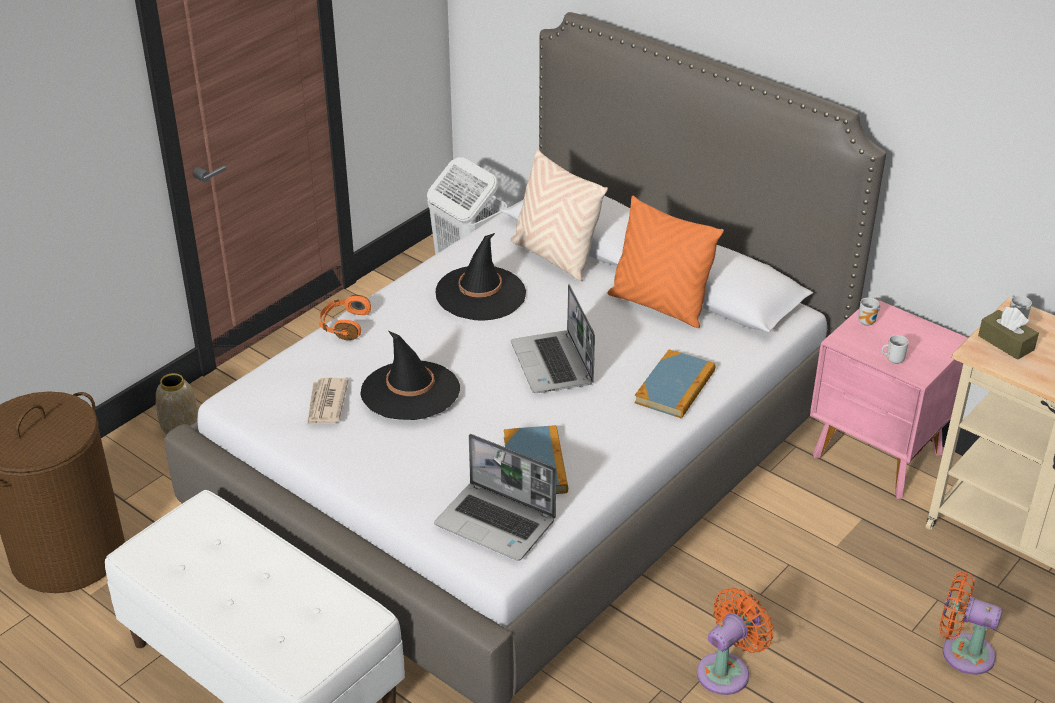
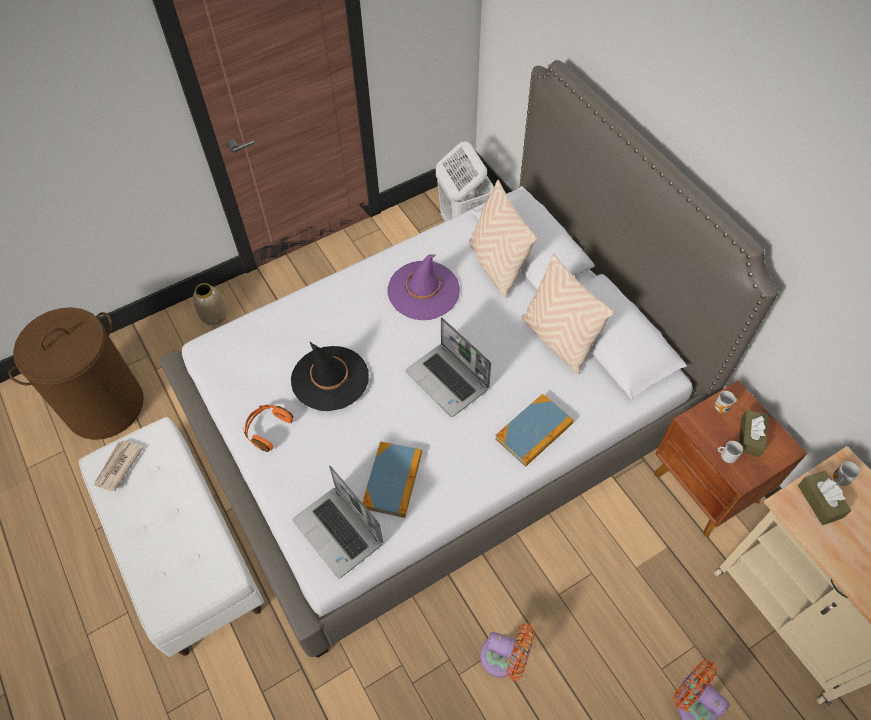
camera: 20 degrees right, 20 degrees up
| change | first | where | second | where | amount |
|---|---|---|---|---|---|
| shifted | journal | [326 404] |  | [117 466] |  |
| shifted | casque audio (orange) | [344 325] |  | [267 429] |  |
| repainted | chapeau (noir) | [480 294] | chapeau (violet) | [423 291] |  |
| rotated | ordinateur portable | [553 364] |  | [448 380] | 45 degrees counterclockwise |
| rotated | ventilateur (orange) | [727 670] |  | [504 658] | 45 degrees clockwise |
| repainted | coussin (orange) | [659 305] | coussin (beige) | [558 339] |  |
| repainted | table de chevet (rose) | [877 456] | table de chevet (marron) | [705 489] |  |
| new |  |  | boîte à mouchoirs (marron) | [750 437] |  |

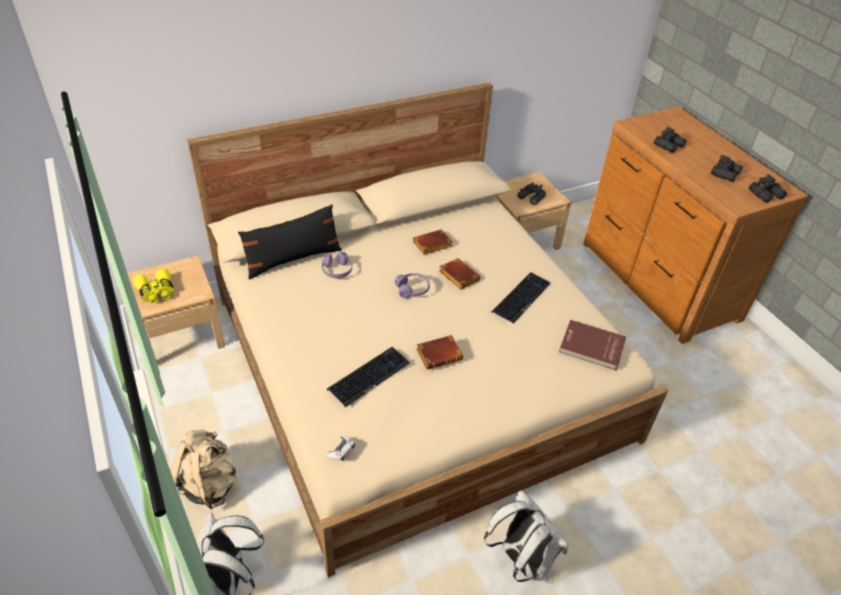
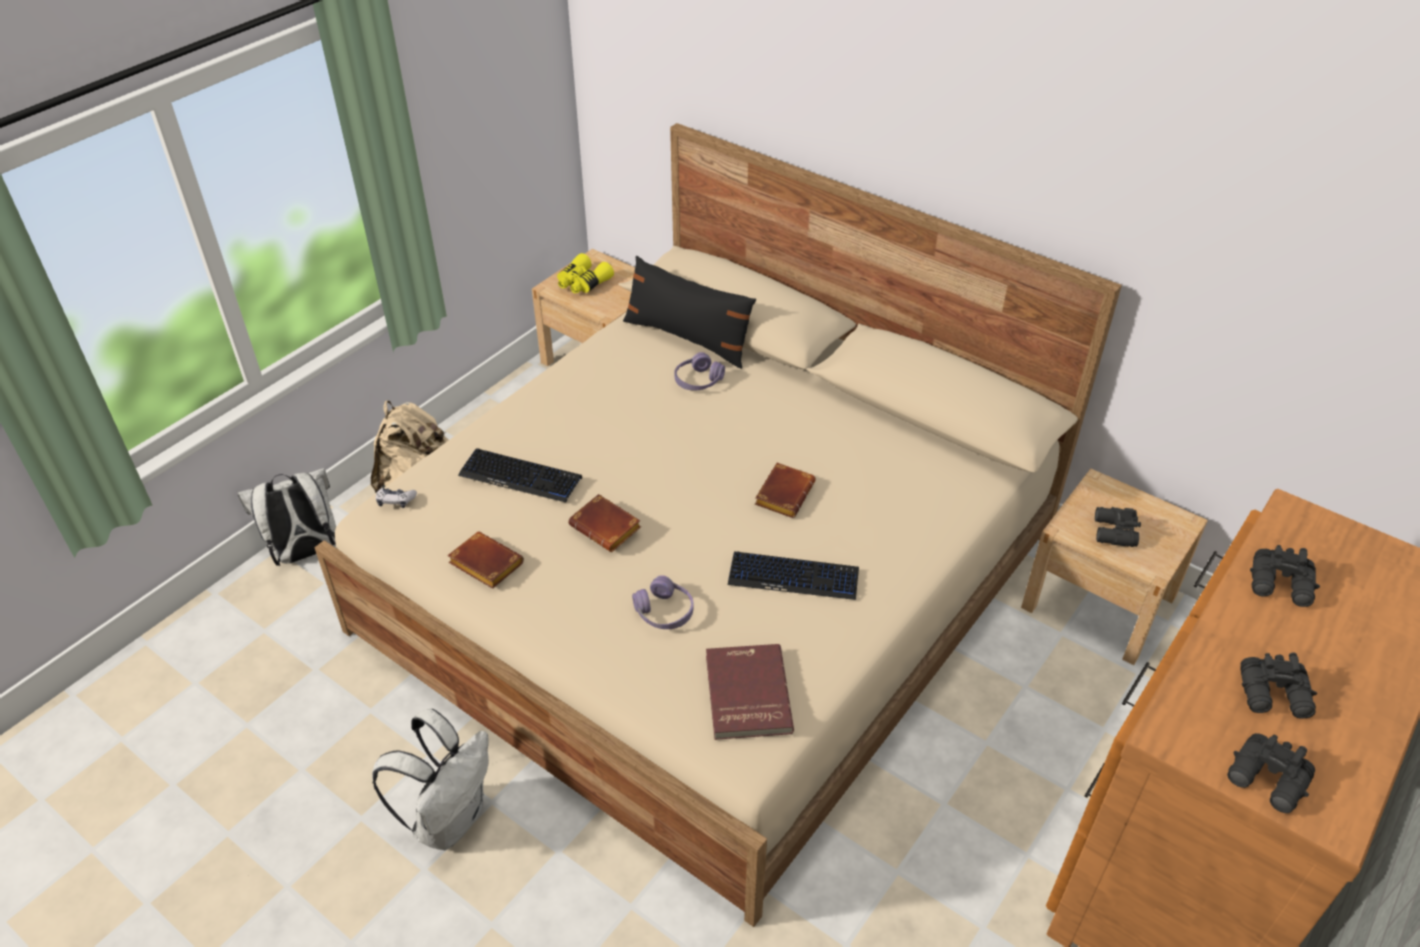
camera: 65 degrees right, 0 degrees up
| change | first | where | second | where | amount |
|---|---|---|---|---|---|
| shifted | livre (marron) | [432 245] |  | [483 564] |  |
| shifted | casque audio (violet) | [412 289] |  | [664 612] |  |

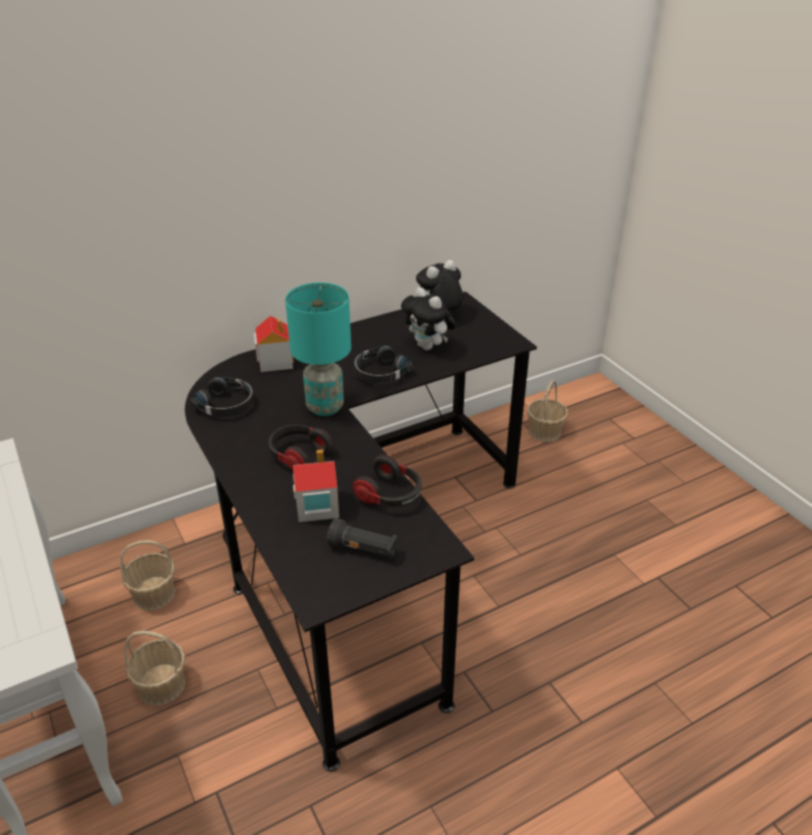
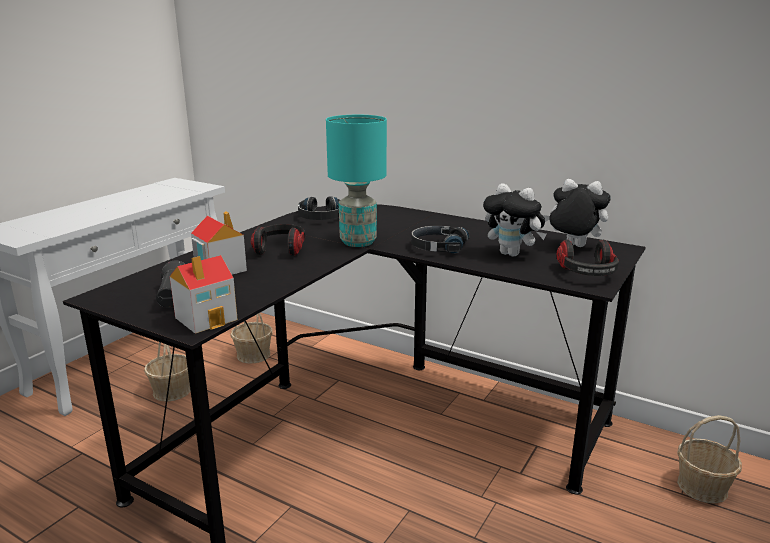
camera: 60 degrees right, 15 degrees down
| change | first | where | second | where | amount |
|---|---|---|---|---|---|
| shifted | maison miniature | [275 361] |  | [207 318] |  |
| rotated | peluche | [428 347] |  | [512 254] | 75 degrees counterclockwise |
| shifted | casque audio | [390 495] |  | [587 274] |  |

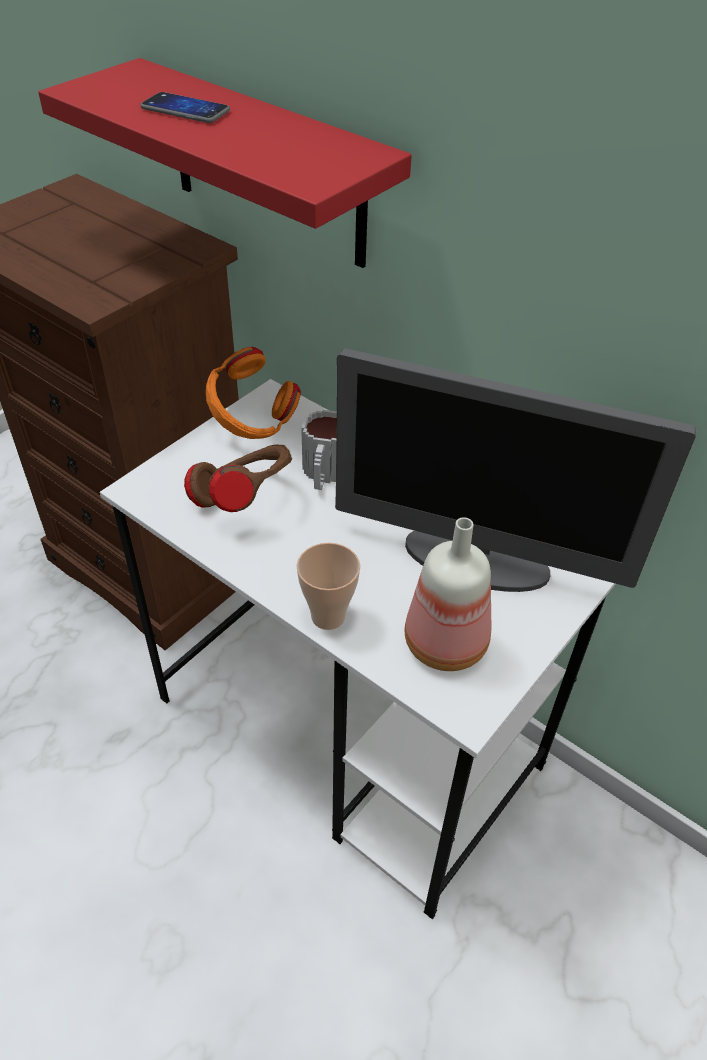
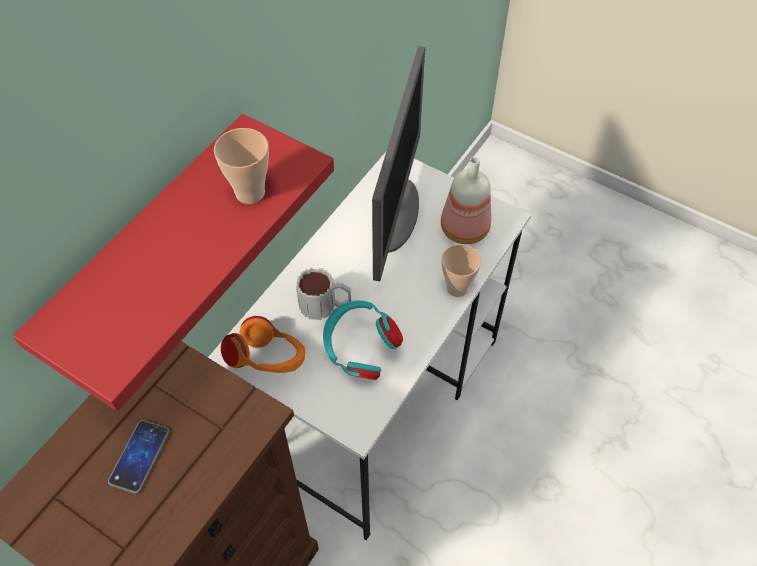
camera: 95 degrees left, 10 degrees up
| change | first | where | second | where | amount |
|---|---|---|---|---|---|
| shifted | téléphone | [185 110] |  | [140 457] |  |
| new |  |  | tasse | [250 193] |  |
| repainted | casque audio (marron) | [244 500] | casque audio (turquoise) | [359 352] |  |

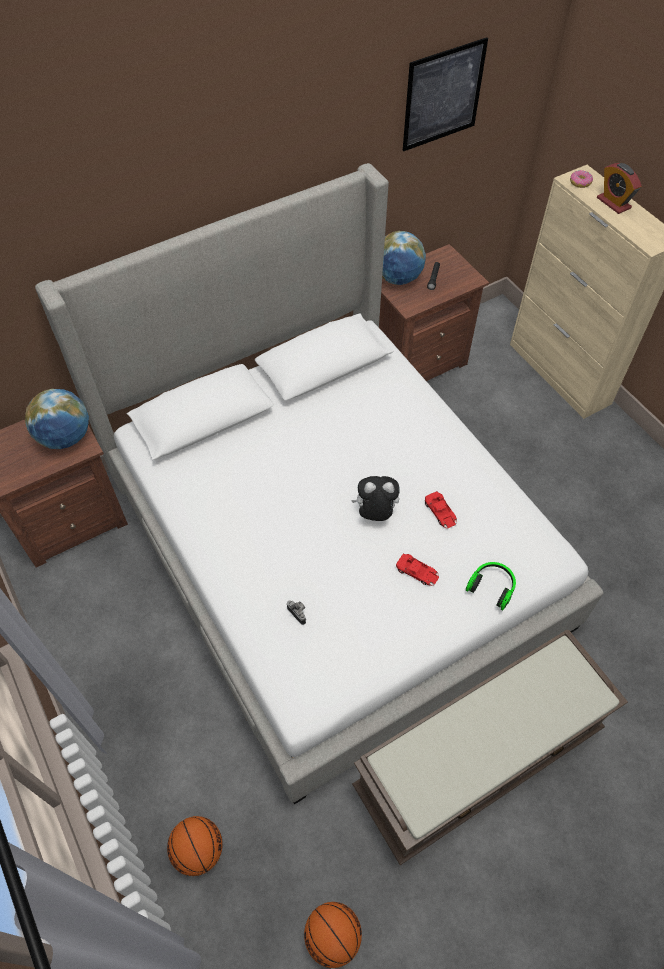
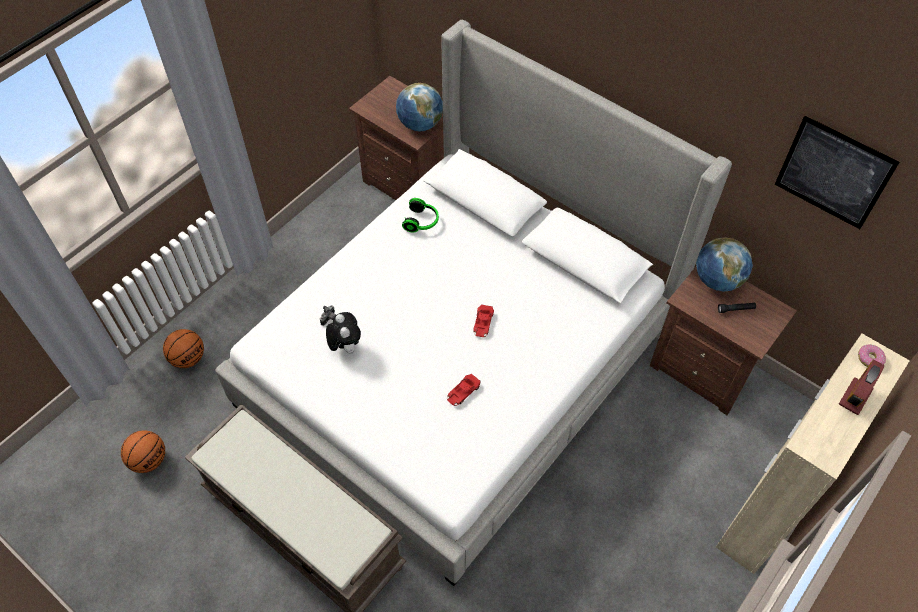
camera: 70 degrees right, 0 degrees up
| change | first | where | second | where | amount |
|---|---|---|---|---|---|
| shifted | peluche | [375 513] |  | [345 346] |  |
| shifted | casque audio | [492 587] |  | [422 221] |  |
| shifted | petite voiture (rouge) | [417 572] |  | [483 323] |  |

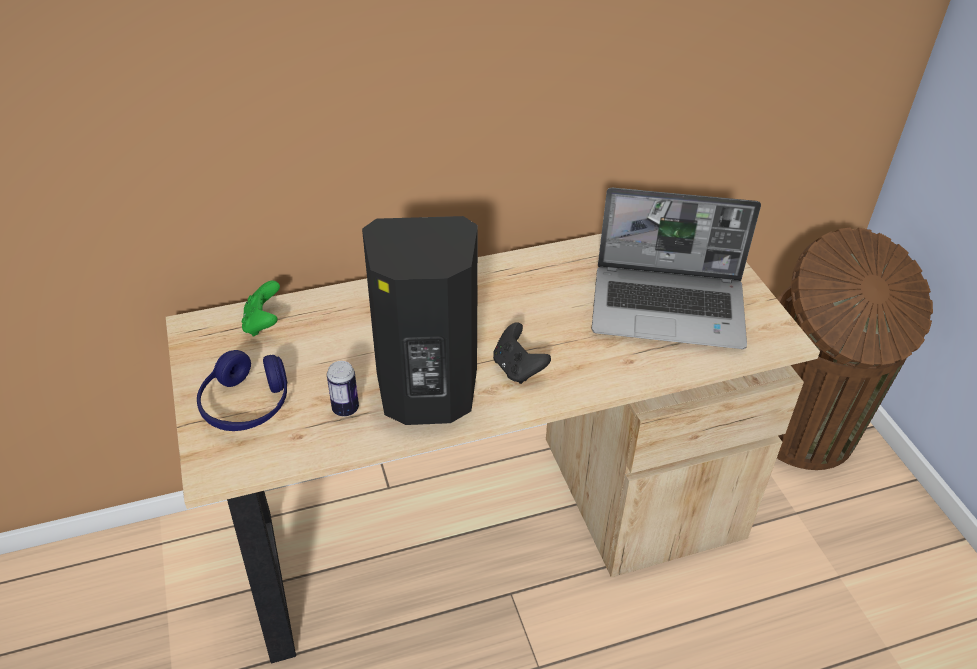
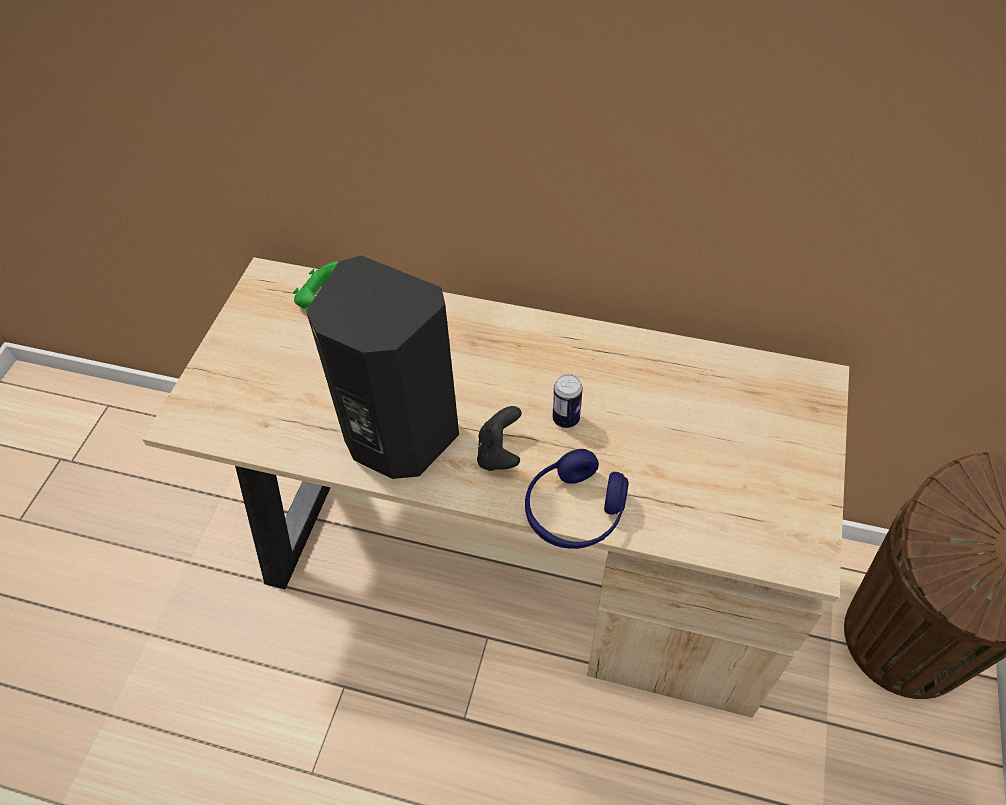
camera: 35 degrees right, 10 degrees up
| change | first | where | second | where | amount |
|---|---|---|---|---|---|
| shifted | casque audio (bleu) | [246 404] |  | [574 511] |  |
| shifted | boîte métallique | [345 409] |  | [566 419] |  |
| gone | ordinateur portable | [670 308] |  |  |  |

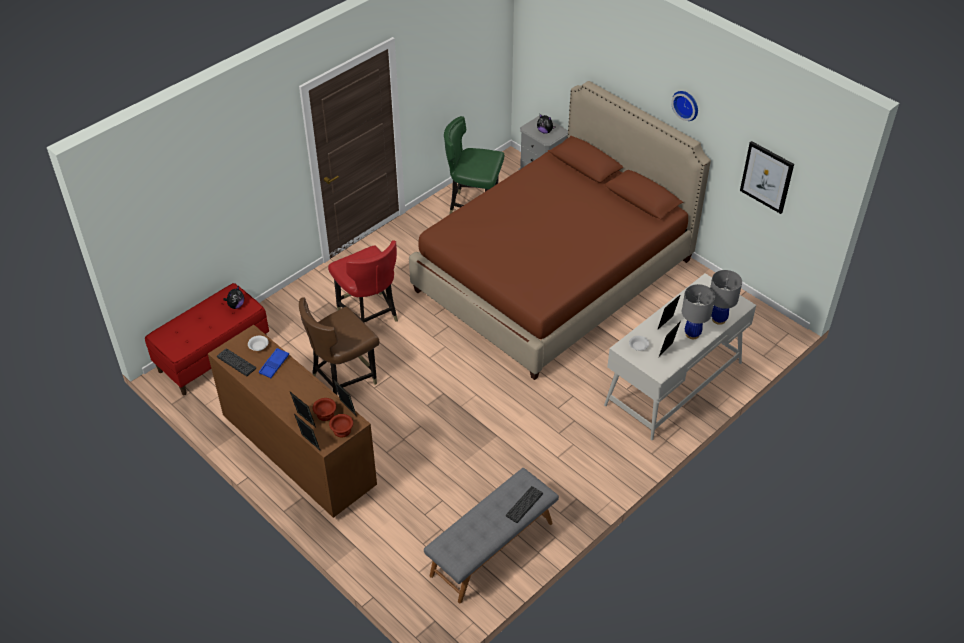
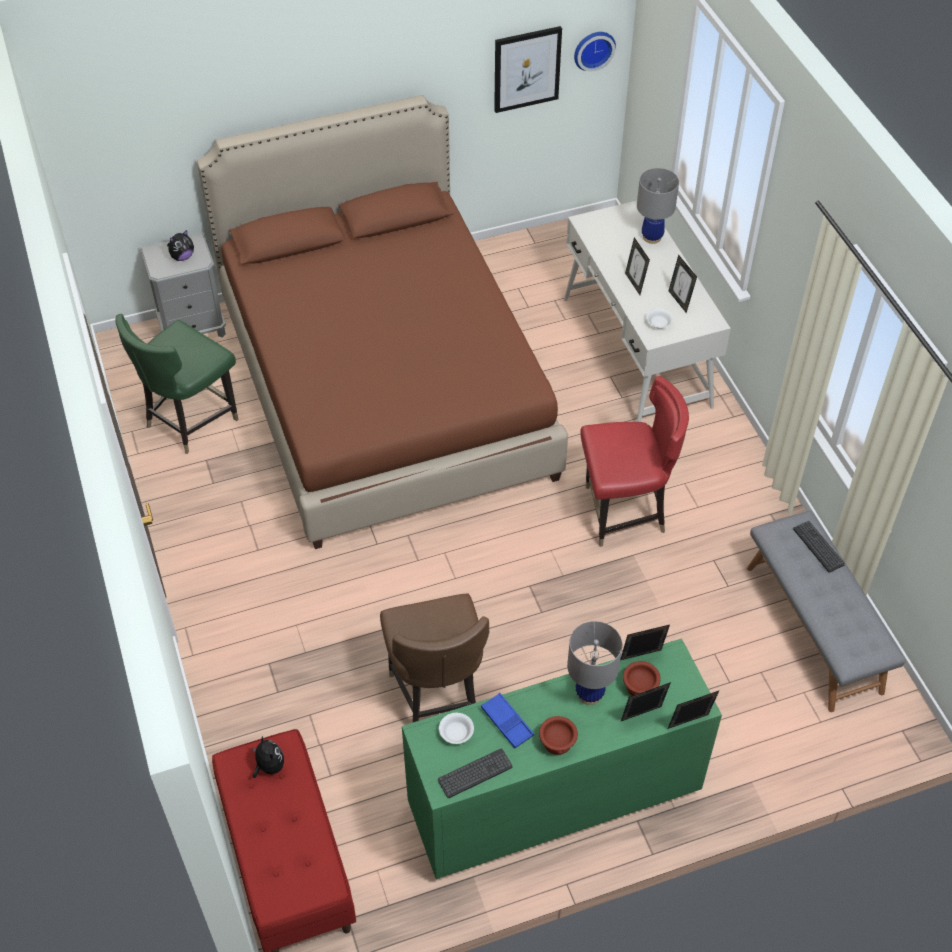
camera: 65 degrees left, 5 degrees up
| change | first | where | second | where | amount |
|---|---|---|---|---|---|
| repainted | commode (marron) | [299 453] | commode (vert) | [552 800] |  |
| shifted | bol (marron) | [341 431] |  | [557 743] |  |
| shifted | lampe de table (gris) | [692 334] |  | [589 694] |  |
| shifted | horloge murale | [686 104] |  | [593 49] |  |
| shifted | chaise (rouge) | [369 315] |  | [624 512] |  |

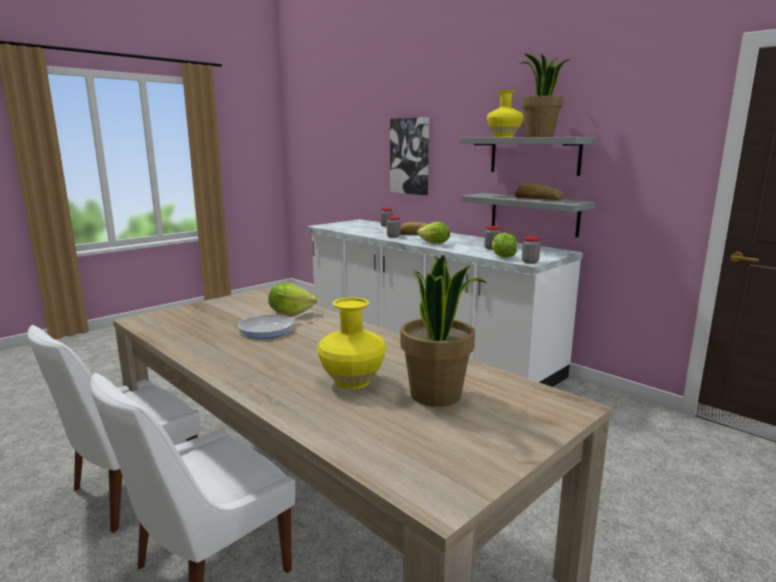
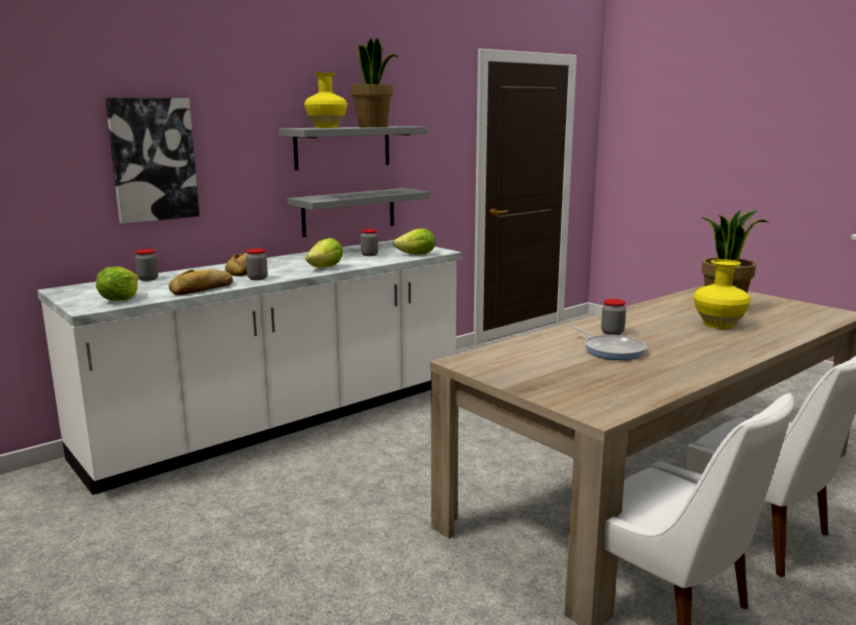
camera: 85 degrees left, 0 degrees up
| change | first | where | second | where | amount |
|---|---|---|---|---|---|
| shifted | laitue | [290 313] |  | [119 299] |  |
| shifted | pain | [537 198] |  | [203 289] |  |
| shifted | bocal | [530 262] |  | [612 333] |  |

